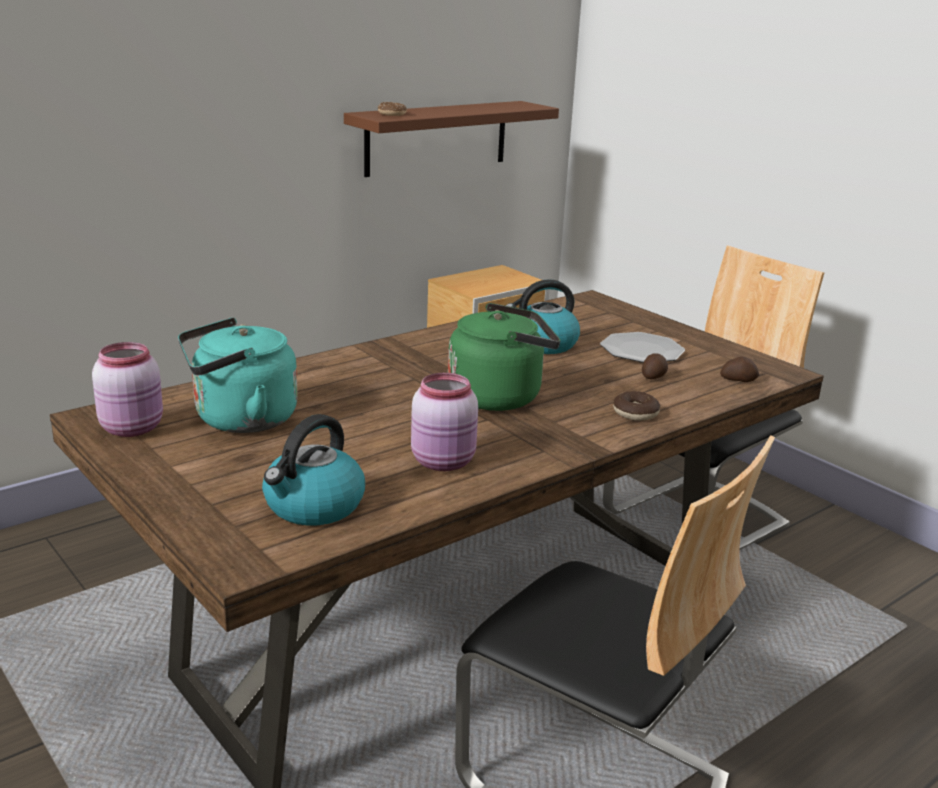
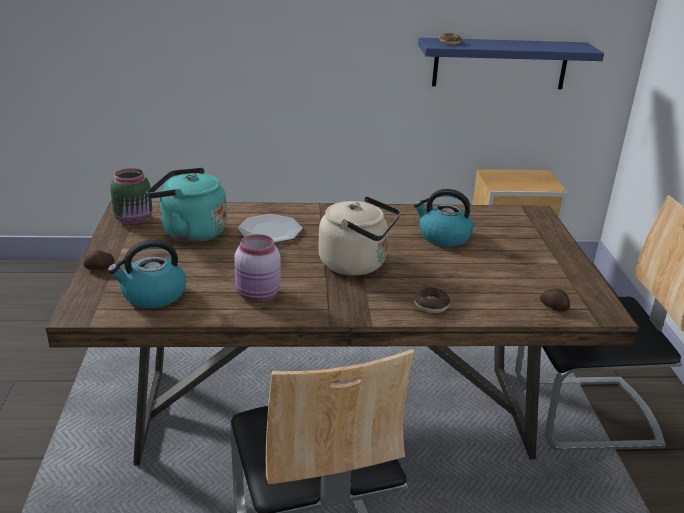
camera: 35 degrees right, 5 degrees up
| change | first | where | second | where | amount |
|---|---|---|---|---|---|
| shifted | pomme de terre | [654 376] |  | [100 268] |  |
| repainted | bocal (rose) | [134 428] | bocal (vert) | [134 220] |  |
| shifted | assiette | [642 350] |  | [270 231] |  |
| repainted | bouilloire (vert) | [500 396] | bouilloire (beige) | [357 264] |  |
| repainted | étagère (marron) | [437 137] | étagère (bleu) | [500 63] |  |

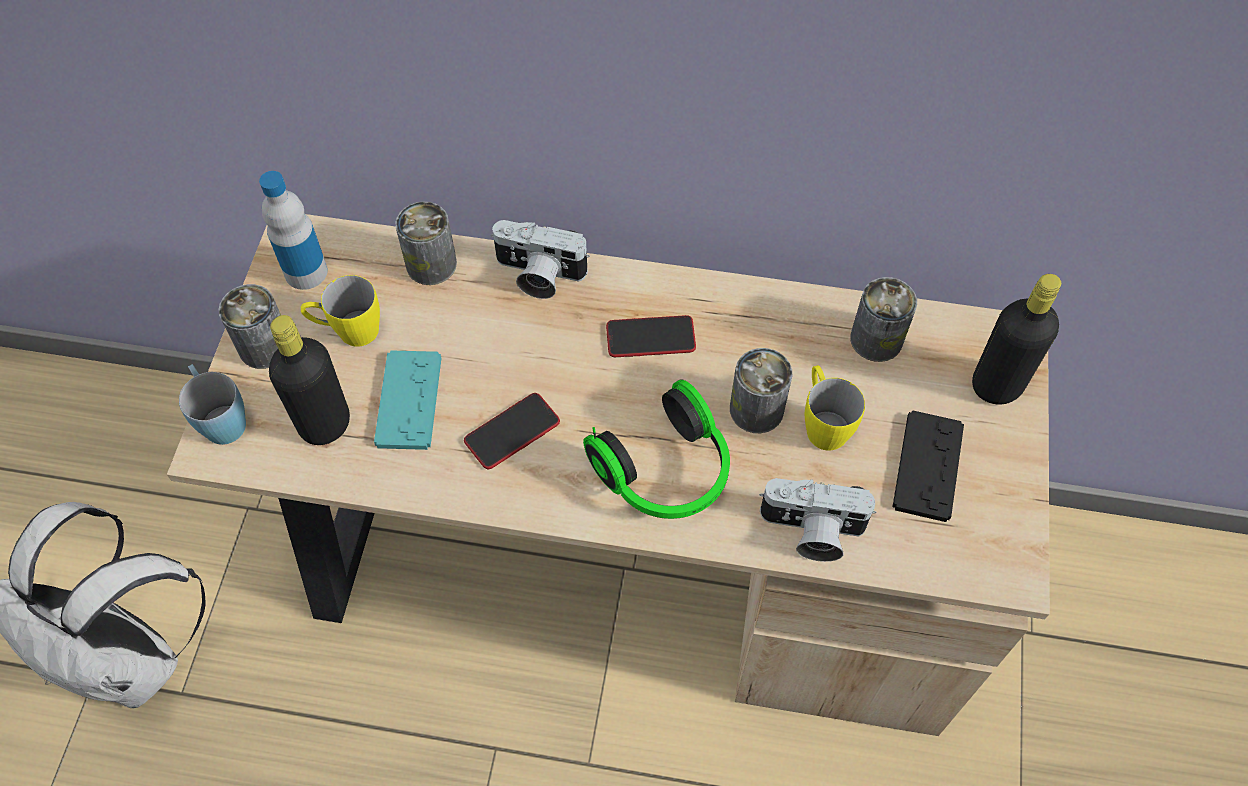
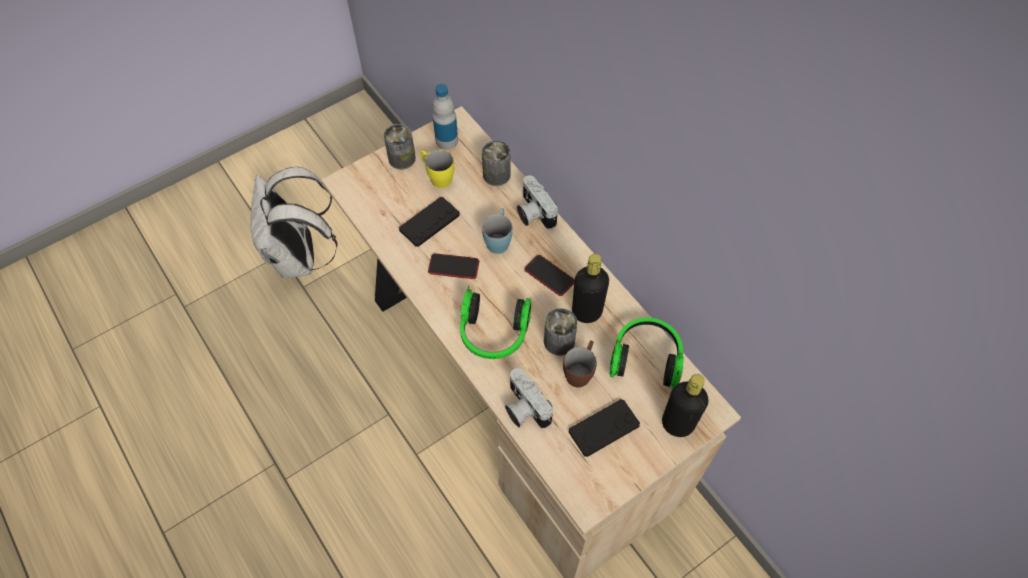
camera: 45 degrees right, 0 degrees up
| change | first | where | second | where | amount |
|---|---|---|---|---|---|
| repainted | manette (turquoise) | [409 401] | manette (noir) | [429 222] |  |
| shifted | mug (bleu) | [220 418] |  | [498 239] |  |
| repainted | mug (jaune) | [822 423] | mug (marron) | [580 371] |  |
| shifted | bouteille (noir) | [325 424] |  | [587 312] |  |
| swapped | boîte métallique | [876 339] | casque audio | [646 358] |  |

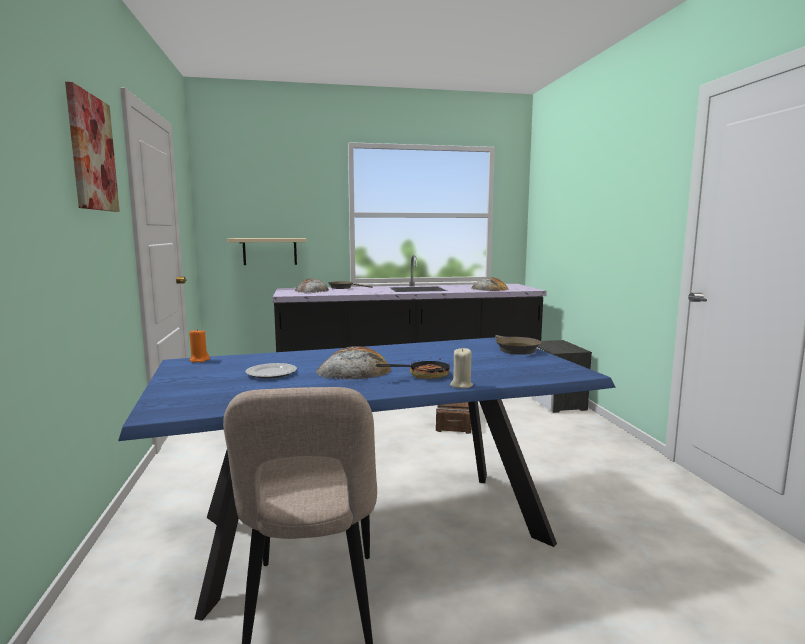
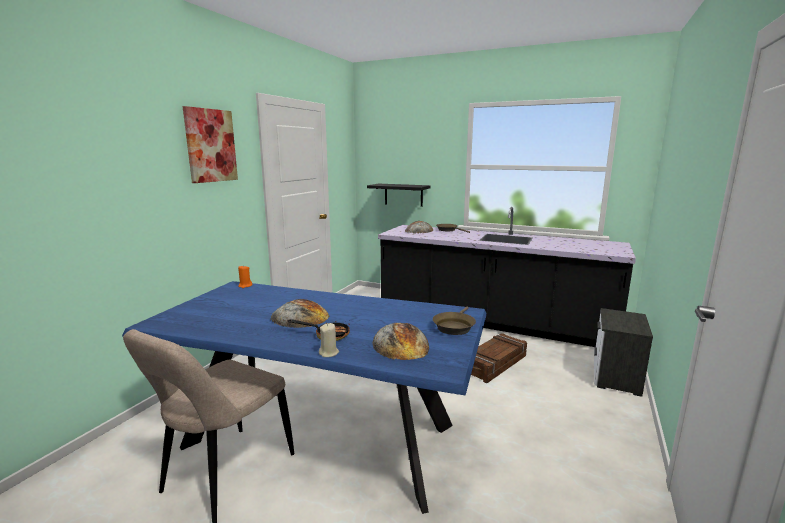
camera: 35 degrees right, 5 degrees up
| change | first | where | second | where | amount |
|---|---|---|---|---|---|
| repainted | étagère (beige) | [270 251] | étagère (noir) | [403 195] |  |
| shifted | pain | [489 289] |  | [401 344] |  |
| gone | assiette | [271 373] |  |  |  |

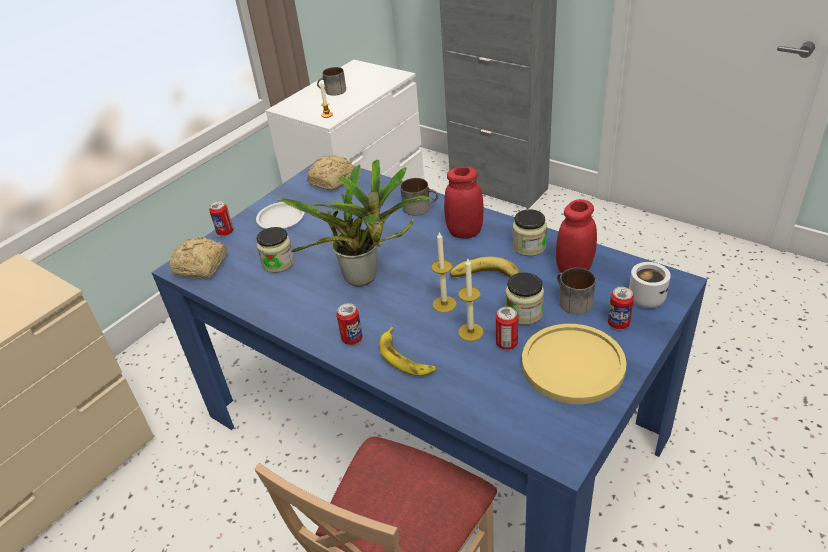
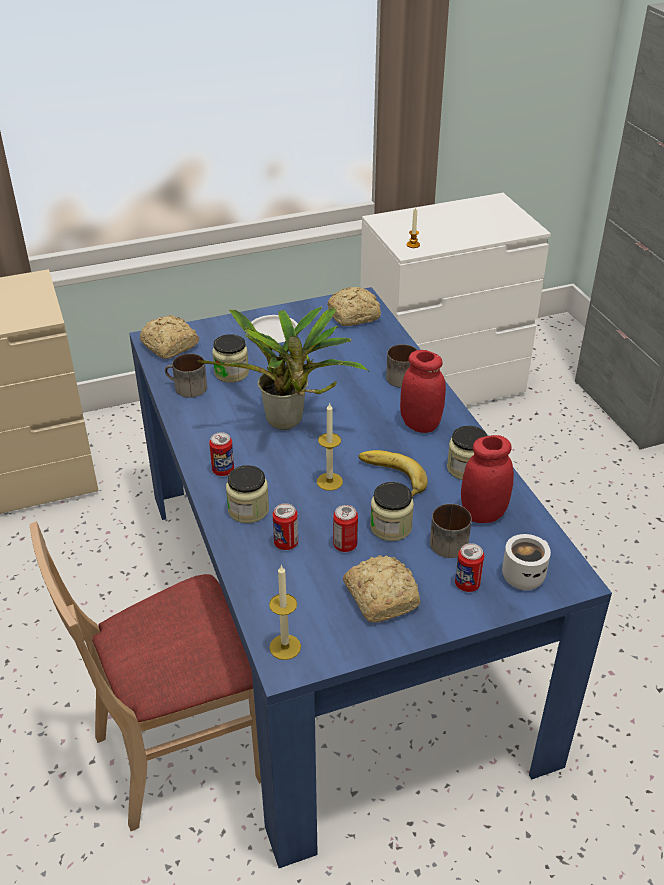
camera: 30 degrees right, 0 degrees up
| change | first | where | second | where | amount |
|---|---|---|---|---|---|
| shifted | mug | [333 92] |  | [186 388] |  |
| swapped | banane | [405 357] | bocal | [248 510] |  |
| shifted | bougie | [470 332] |  | [285 647] |  |
| shifted | boîte métallique | [225 232] |  | [286 543] |  |
| swapped | assiette (jaune) | [572 365] | pain | [381 596] |  |

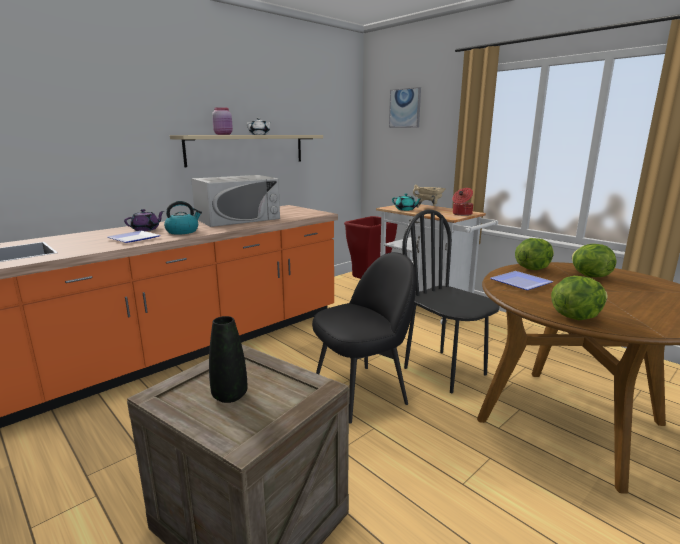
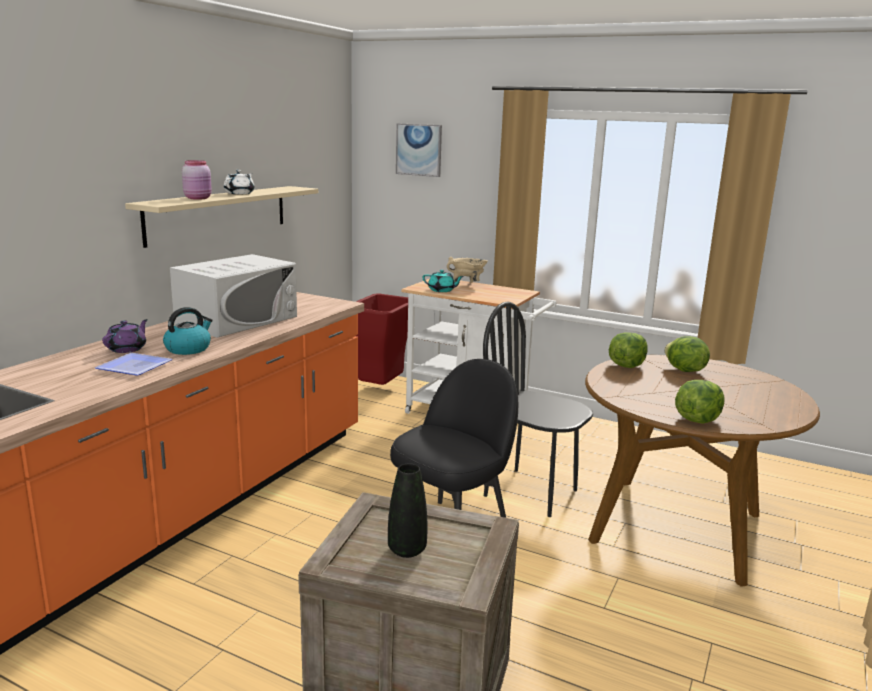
camera: 20 degrees left, 0 degrees up
| change | first | where | second | where | amount |
|---|---|---|---|---|---|
| gone | marmite | [461 214] |  |  |  |
| gone | assiette | [518 282] |  |  |  |

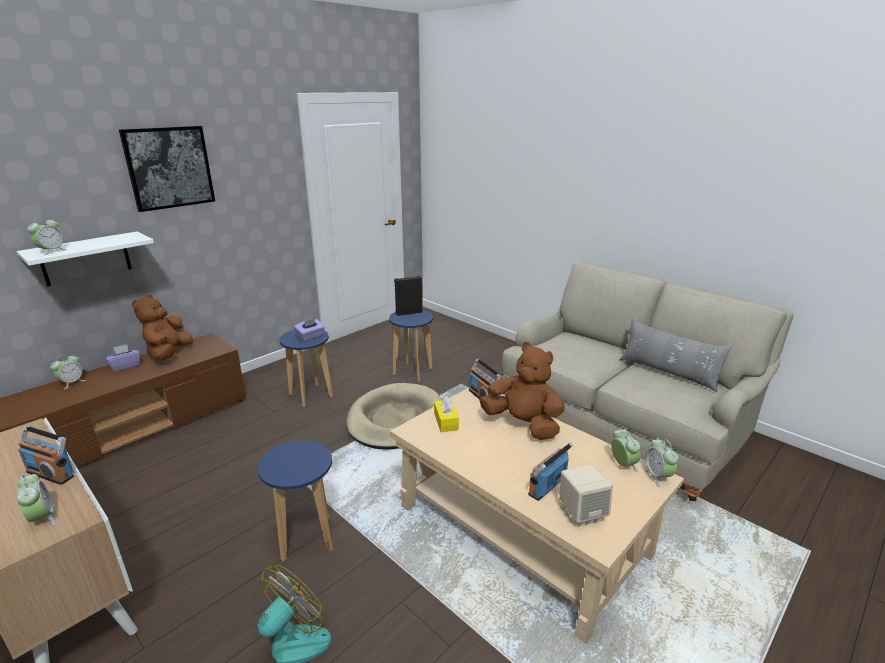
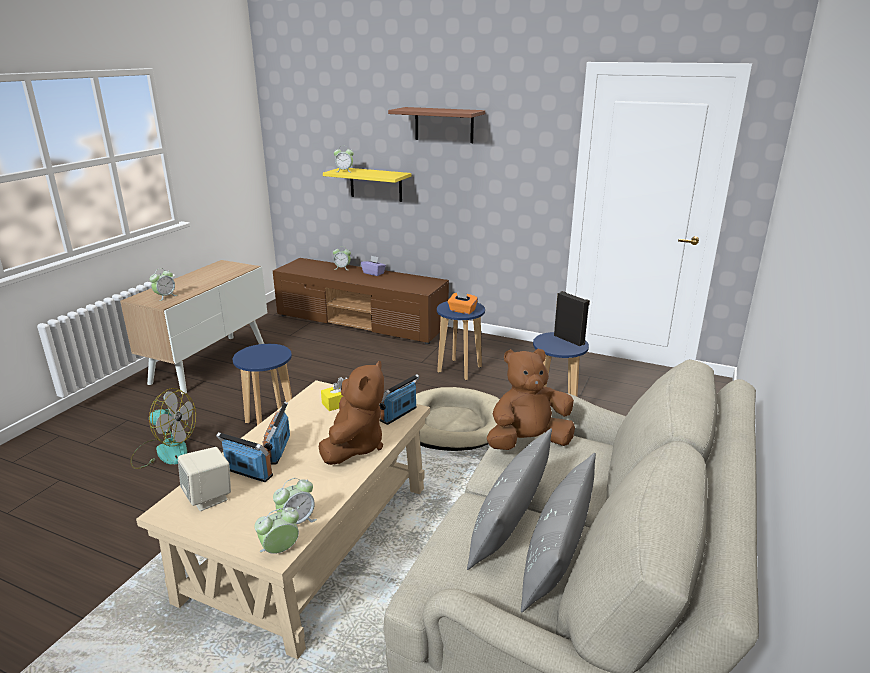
camera: 70 degrees right, 0 degrees up
| change | first | where | second | where | amount |
|---|---|---|---|---|---|
| shifted | radio | [51 474] |  | [277 450] |  |
| repainted | étagère (blanc) | [86 258] | étagère (jaune) | [376 184] |  |
| swapped | tableau | [169 167] | étagère (marron) | [444 125] |  |
| repainted | boîte à mouchoirs (violet) | [310 337] | boîte à mouchoirs (orange) | [462 311] |  |
| new |  |  | coussin (gris) | [508 521] |  |
| shifted | peluche (marron) | [169 354] |  | [528 442] |  |

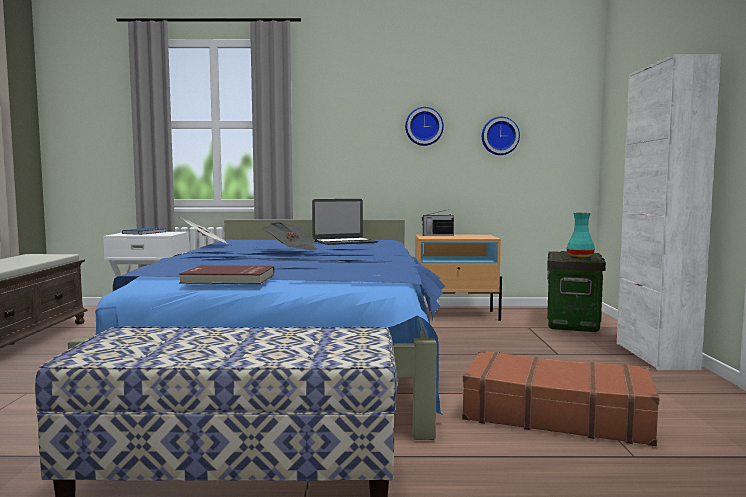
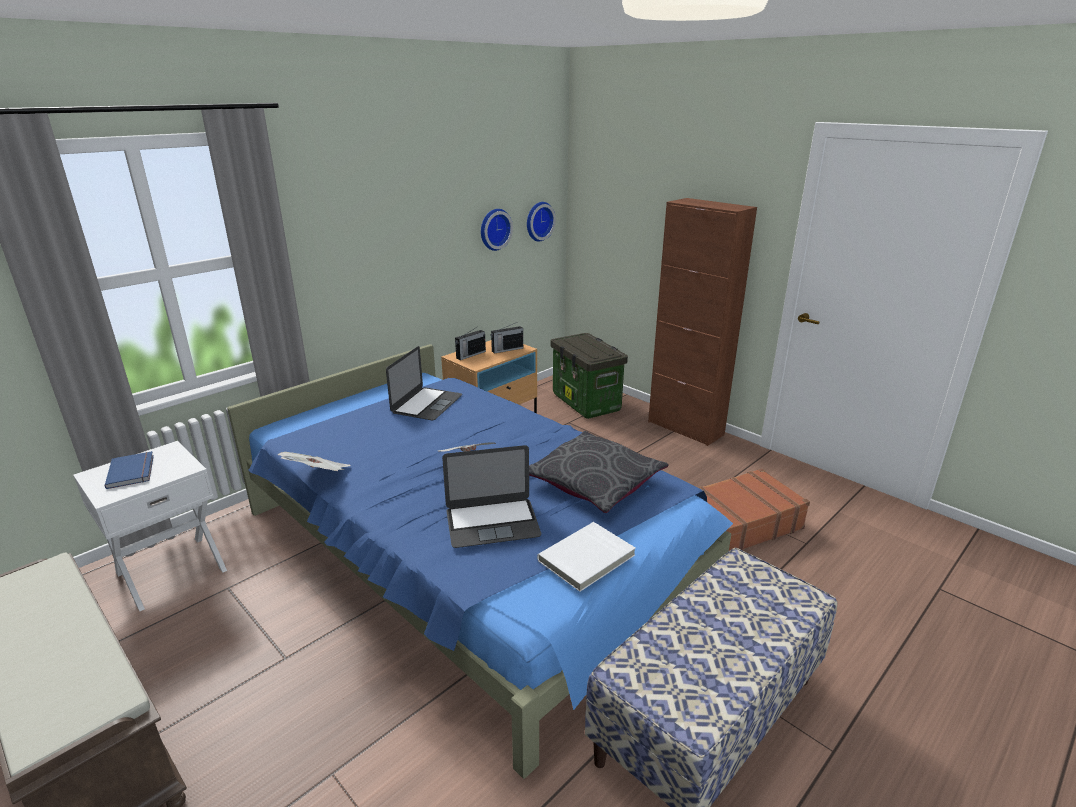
camera: 45 degrees left, 20 degrees up
| change | first | where | second | where | amount |
|---|---|---|---|---|---|
| new |  |  | ordinateur portable | [492 522] |  |
| new |  |  | radio | [506 349] |  |
| shifted | horloge murale | [424 126] |  | [538 221] |  |
| new |  |  | coussin (gris) | [593 482] |  |
| repainted | livre (rouge) | [228 279] | livre (blanc) | [587 559] |  |
| repainted | meuble de rangement (blanc) | [655 356] | meuble de rangement (marron) | [685 428] |  |
| gone | vase (turquoise) | [581 256] |  |  |  |

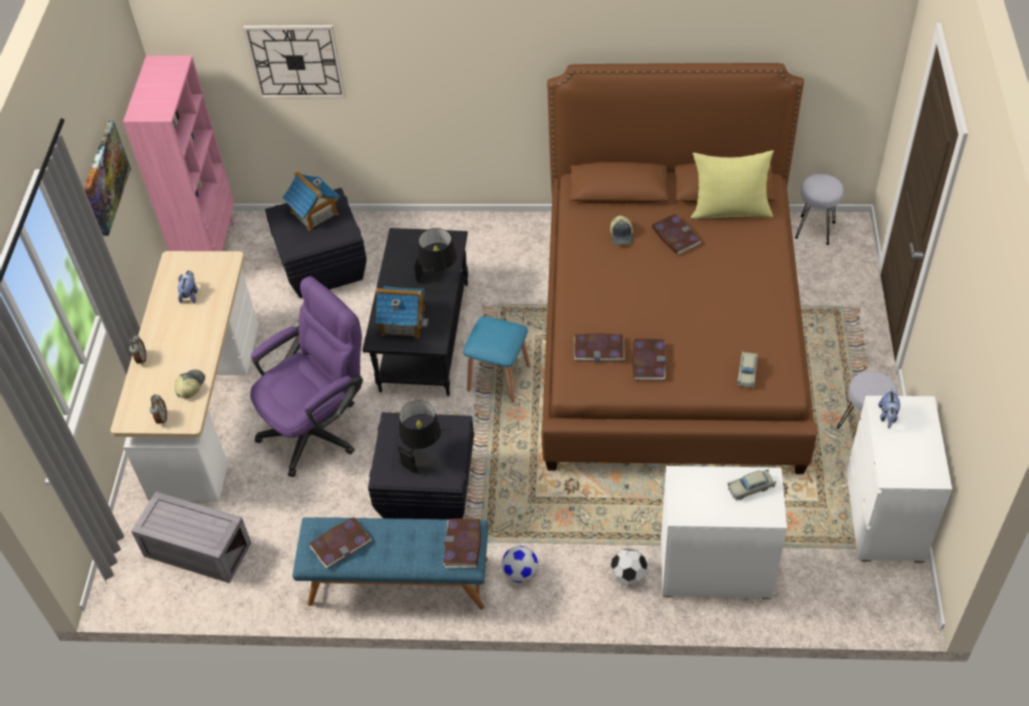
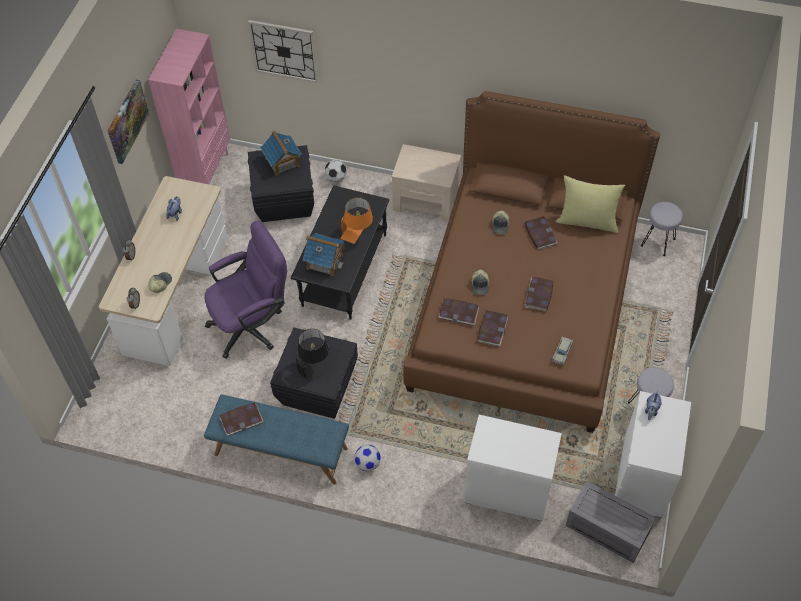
camera: 10 degrees right, 5 degrees up
| change | first | where | second | where | amount |
|---|---|---|---|---|---|
| shifted | ballon de foot | [628 576] |  | [336 178] |  |
| repainted | lampe de table (noir) | [437 280] | lampe de table (orange) | [357 234] |  |
| new |  |  | table de chevet (beige) | [426 200] |  |
| new |  |  | casquette | [480 285] |  |
| shifted | livre | [463 545] |  | [539 295] |  |
| shifted | boîte de rangement (gris) | [195 550] |  | [605 529] |  |
| gone | tabouret (bleu) | [499 378] |  |  |  |
| gone | petite voiture (beige) | [751 488] |  |  |  |

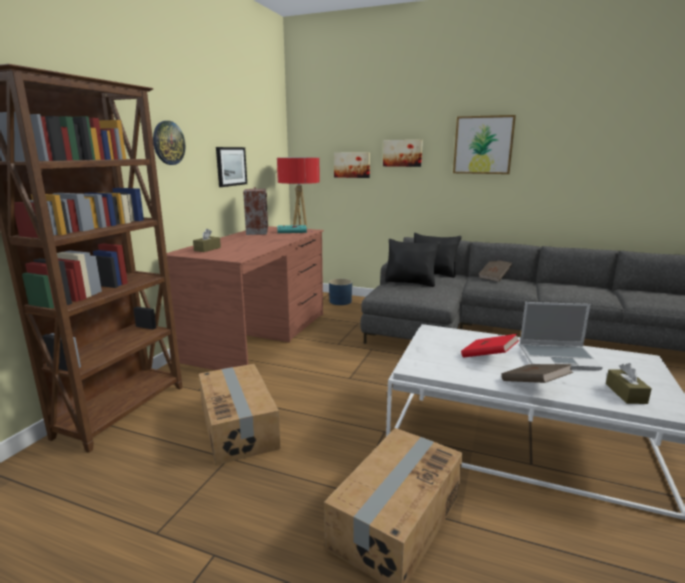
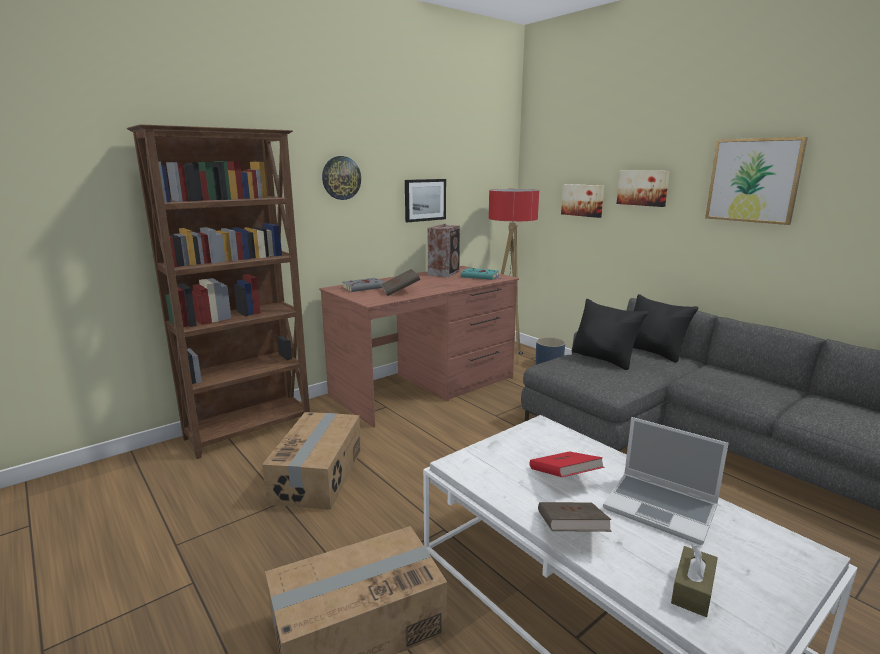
camera: 30 degrees right, 0 degrees up
| change | first | where | second | where | amount |
|---|---|---|---|---|---|
| swapped | boîte à mouchoirs (marron) | [207 249] | livre (gris) | [365 287] |  |
| shifted | livre (marron) | [494 277] |  | [400 292] |  |

